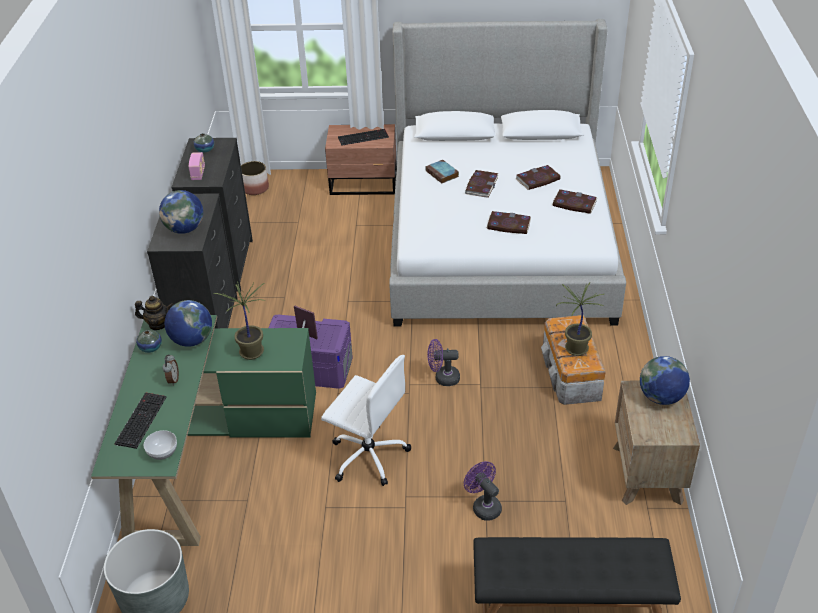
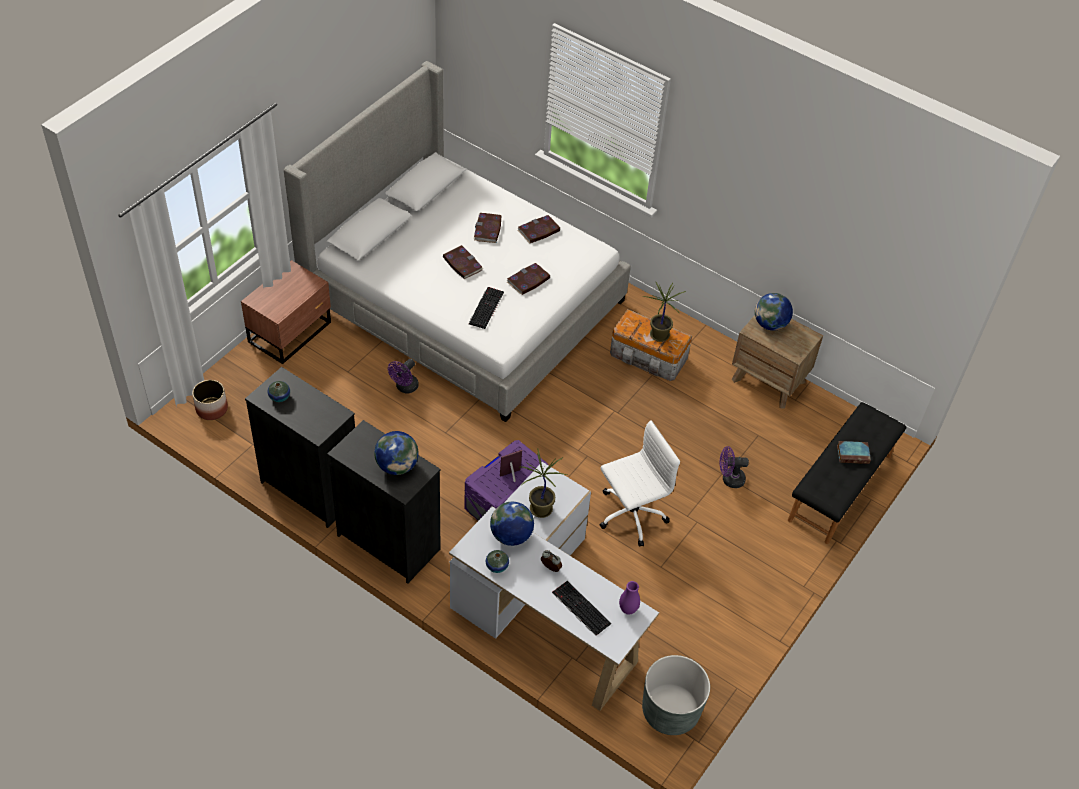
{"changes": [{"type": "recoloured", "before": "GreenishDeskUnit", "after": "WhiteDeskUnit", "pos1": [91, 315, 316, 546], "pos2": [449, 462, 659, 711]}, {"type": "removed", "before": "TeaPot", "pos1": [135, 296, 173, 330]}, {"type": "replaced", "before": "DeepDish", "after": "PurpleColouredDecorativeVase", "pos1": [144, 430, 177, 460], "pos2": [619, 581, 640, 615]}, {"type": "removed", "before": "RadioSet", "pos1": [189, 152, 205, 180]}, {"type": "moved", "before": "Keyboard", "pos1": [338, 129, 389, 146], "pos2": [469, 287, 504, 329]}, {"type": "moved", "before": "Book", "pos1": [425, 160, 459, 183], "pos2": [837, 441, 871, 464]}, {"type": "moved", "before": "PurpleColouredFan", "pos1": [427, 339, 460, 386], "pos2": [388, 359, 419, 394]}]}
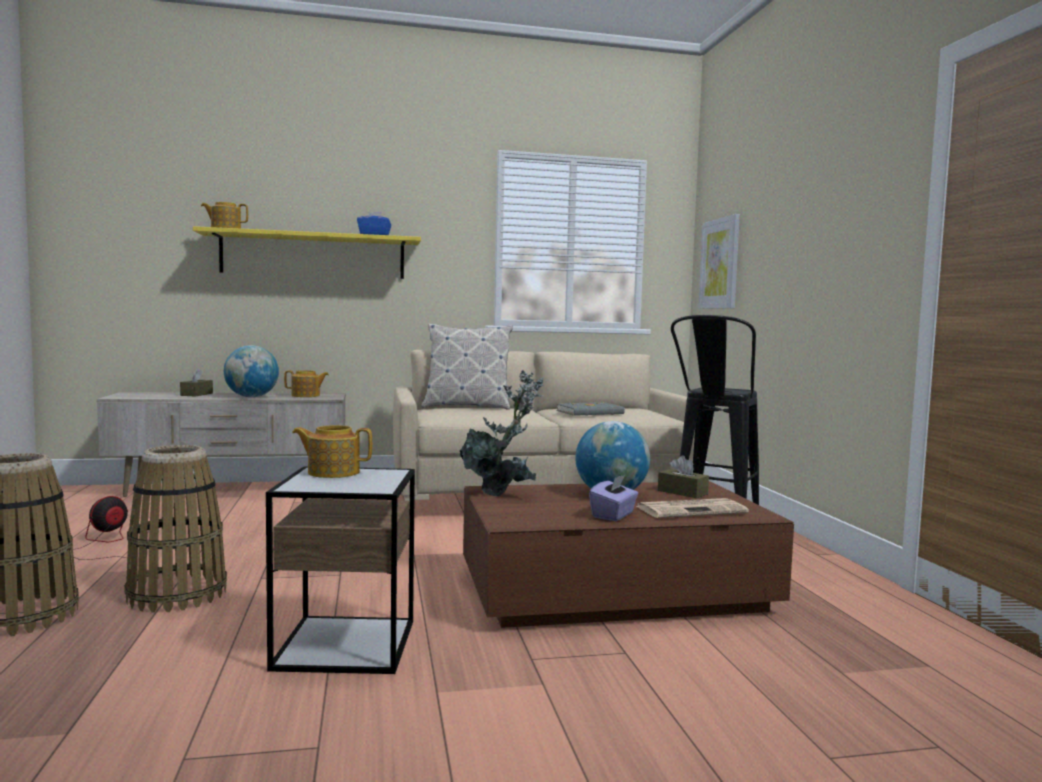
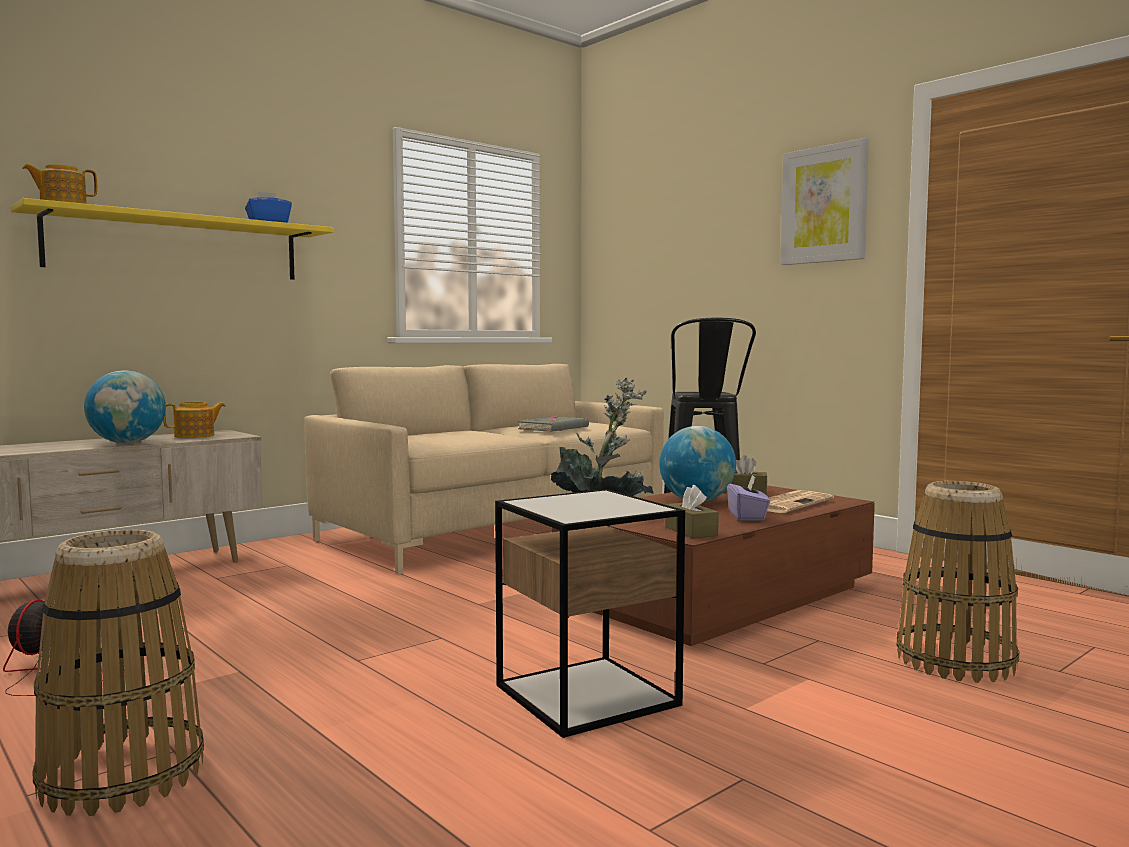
{"changes": [{"type": "moved", "before": "StorageBasket", "pos1": [125, 445, 227, 612], "pos2": [897, 481, 1019, 683]}, {"type": "moved", "before": "BrownColouredTissueHolder", "pos1": [180, 368, 213, 396], "pos2": [665, 485, 719, 538]}, {"type": "removed", "before": "TeaPot", "pos1": [292, 425, 372, 478]}, {"type": "removed", "before": "ThrowPillow", "pos1": [421, 324, 513, 410]}, {"type": "moved", "before": "WallArt", "pos1": [698, 214, 740, 309], "pos2": [781, 138, 869, 265]}]}
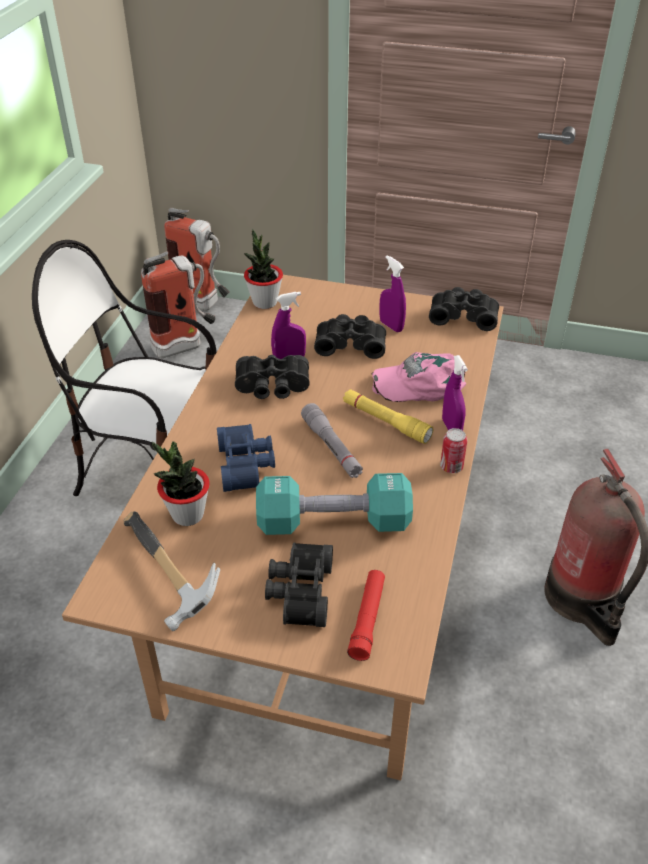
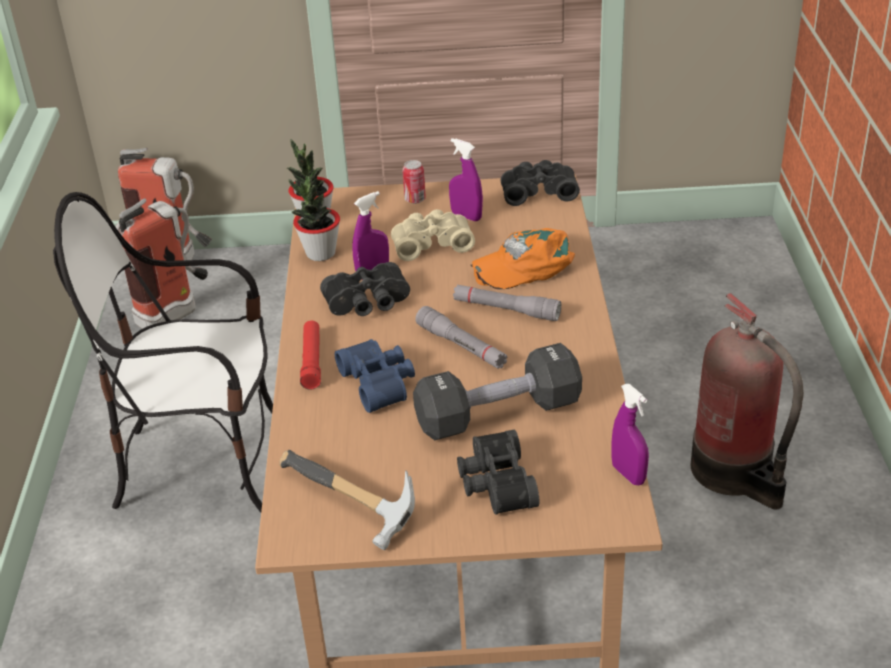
{"changes": [{"type": "moved", "before": "Houseplant", "pos1": [152, 441, 210, 526], "pos2": [289, 175, 340, 261]}, {"type": "recoloured", "before": "TurquoiseDumbbell", "after": "BlackColouredDumbbell", "pos1": [256, 473, 413, 535], "pos2": [413, 343, 582, 440]}, {"type": "recoloured", "before": "BlackColouredFieldGlasses", "after": "BeigeColouredFieldGlasses", "pos1": [314, 314, 386, 359], "pos2": [391, 209, 475, 261]}, {"type": "recoloured", "before": "YellowishTorch", "after": "GreyishTorch", "pos1": [343, 389, 433, 444], "pos2": [453, 285, 561, 321]}, {"type": "moved", "before": "RedColouredTorch", "pos1": [347, 570, 385, 661], "pos2": [300, 321, 321, 389]}, {"type": "recoloured", "before": "PinkishPeakedCap", "after": "OrangePeakedCap", "pos1": [372, 352, 466, 402], "pos2": [471, 228, 575, 289]}, {"type": "moved", "before": "SealedCan", "pos1": [440, 428, 467, 473], "pos2": [402, 160, 426, 204]}, {"type": "moved", "before": "PurpleColouredHandSprayer", "pos1": [442, 355, 468, 430], "pos2": [611, 384, 649, 485]}]}
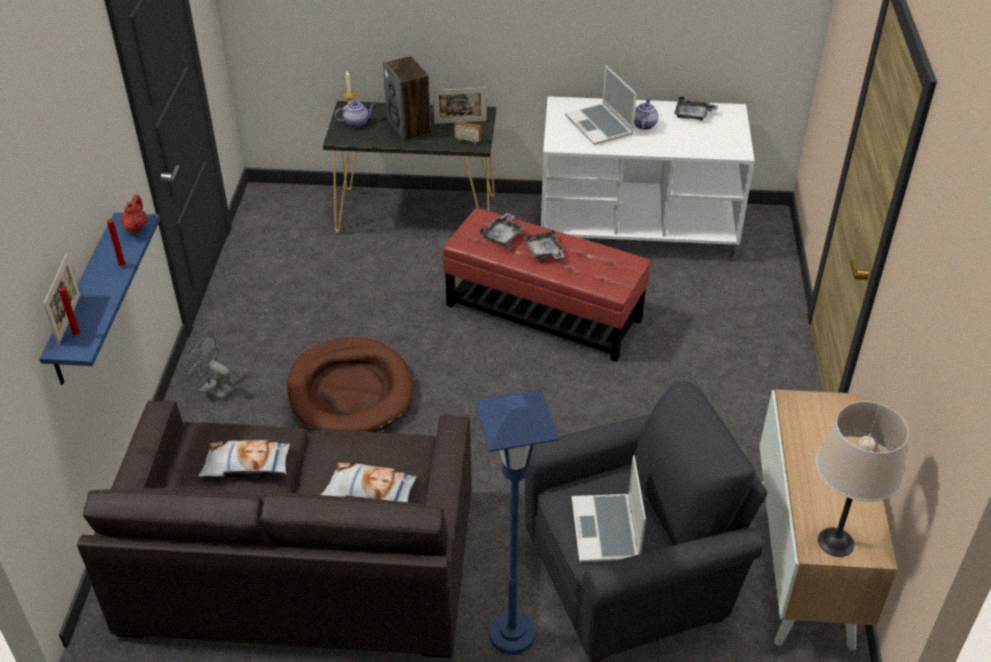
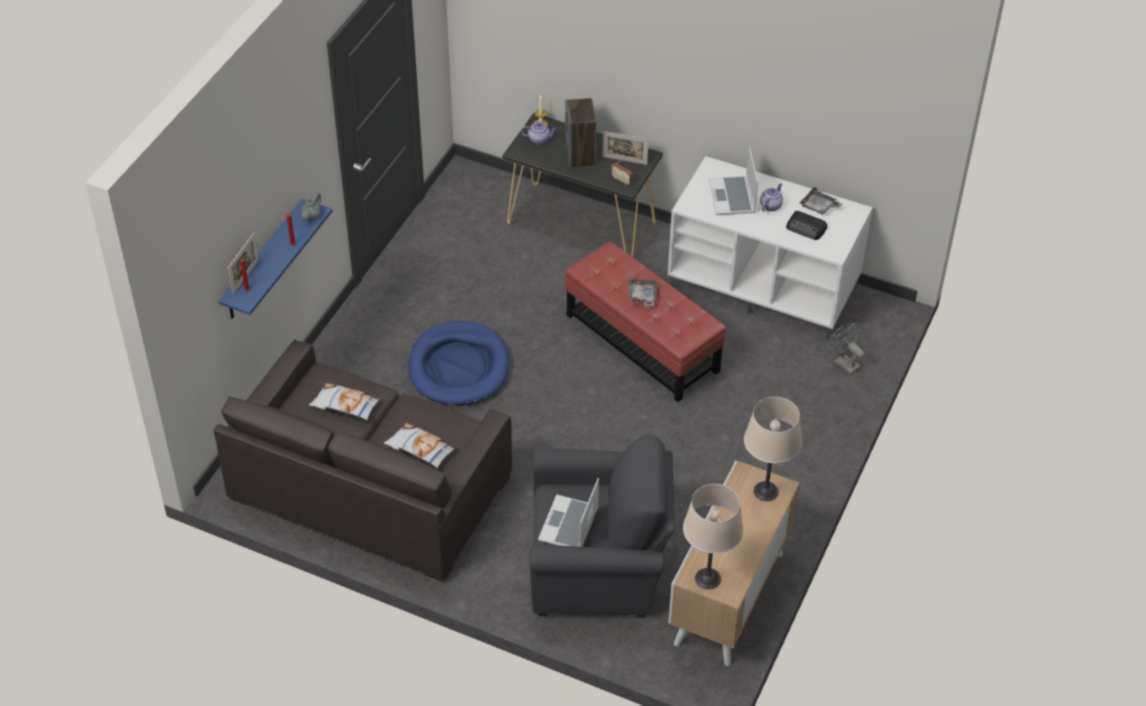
{"changes": [{"type": "recoloured", "before": "RedColouredTeaPot", "after": "GreyishTeaPot", "pos1": [120, 194, 147, 234], "pos2": [302, 192, 321, 221]}, {"type": "moved", "before": "GreyishFan", "pos1": [182, 336, 233, 400], "pos2": [829, 323, 864, 374]}, {"type": "recoloured", "before": "BrownColouredDogCushion", "after": "BluishDogCushion", "pos1": [287, 337, 414, 432], "pos2": [408, 321, 510, 406]}, {"type": "removed", "before": "BluishStandingLamp", "pos1": [474, 389, 559, 655]}, {"type": "removed", "before": "GreyishCarryingTray", "pos1": [480, 213, 525, 246]}, {"type": "added", "after": "BeigeColouredTabletopLamp", "pos2": [744, 397, 802, 501]}, {"type": "added", "after": "RadioSet", "pos2": [786, 211, 827, 240]}]}
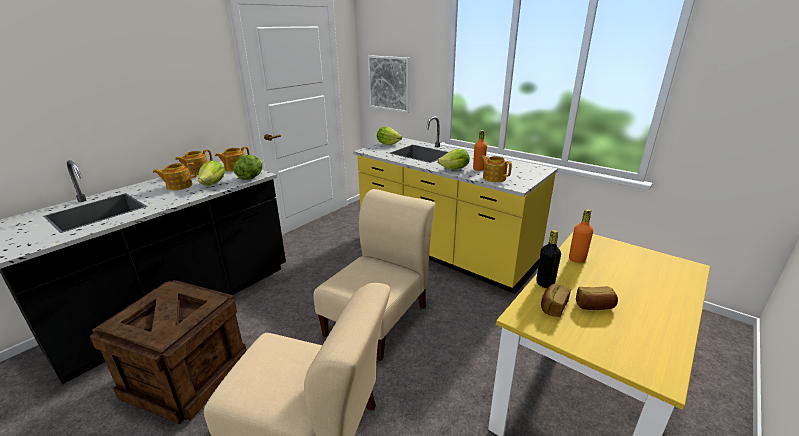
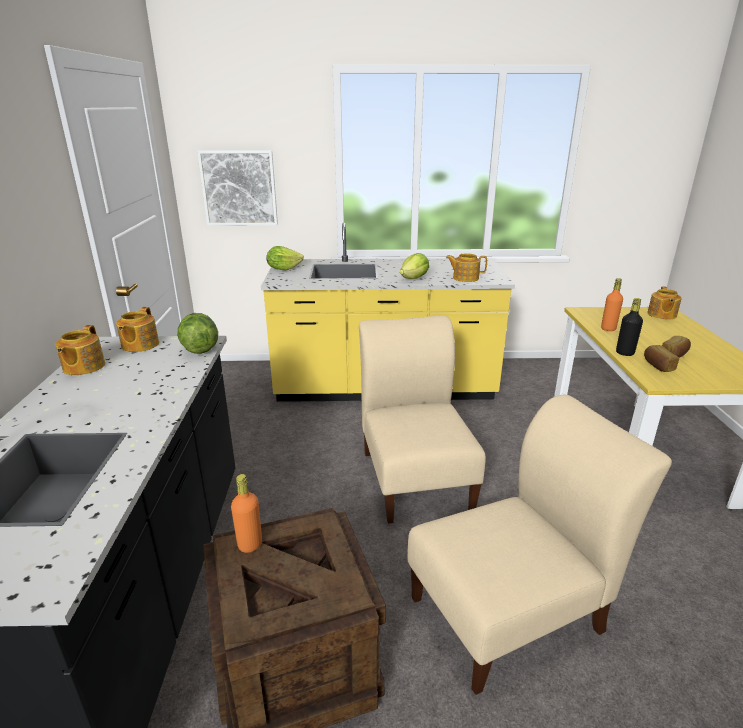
{"changes": [{"type": "moved", "before": "TeaPot", "pos1": [153, 163, 197, 190], "pos2": [647, 286, 682, 320]}, {"type": "removed", "before": "HeadOfLettuce", "pos1": [198, 160, 225, 185]}, {"type": "moved", "before": "OrangeBottle", "pos1": [473, 130, 487, 171], "pos2": [231, 474, 262, 553]}]}
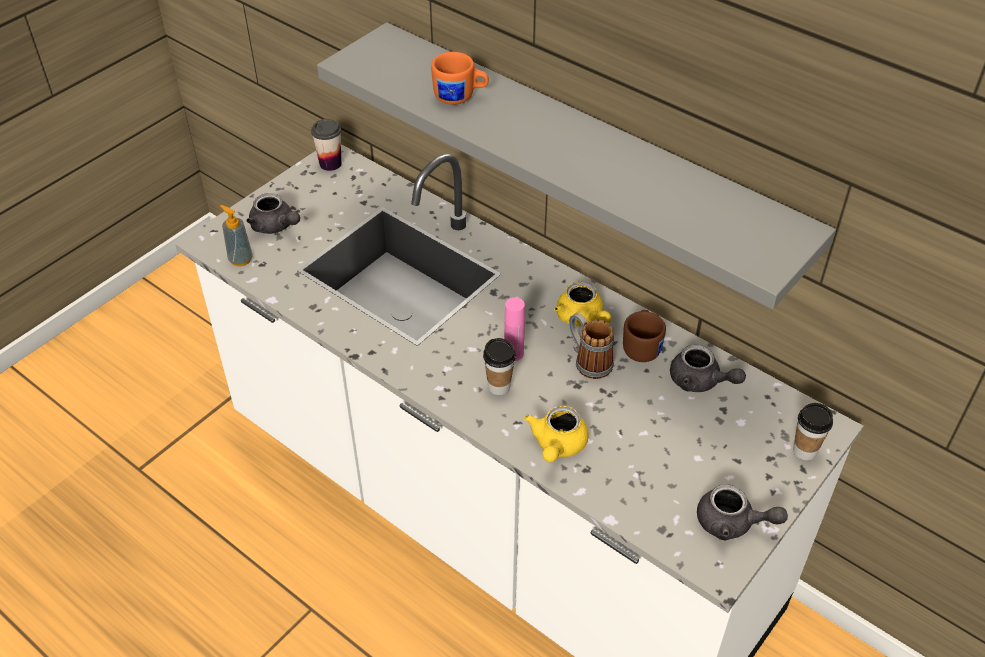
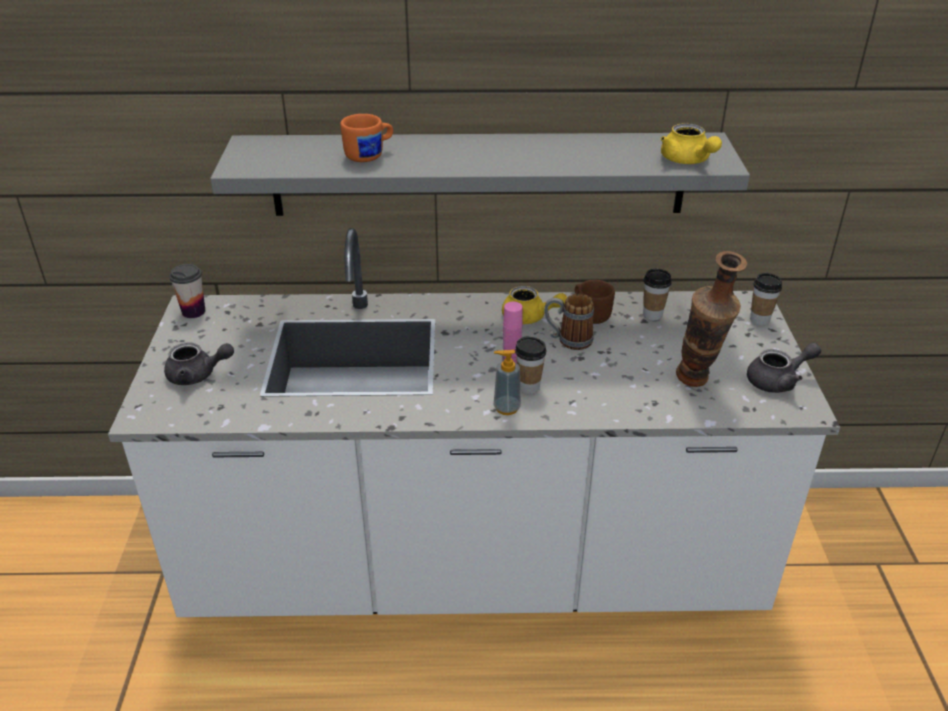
{"changes": [{"type": "moved", "before": "LiquidSoapBottle", "pos1": [220, 205, 253, 266], "pos2": [494, 350, 521, 415]}, {"type": "moved", "before": "YellowishTeaPot", "pos1": [524, 406, 589, 462], "pos2": [660, 123, 722, 164]}, {"type": "replaced", "before": "GreyishTeaPot", "after": "DrinkingCup", "pos1": [670, 345, 746, 392], "pos2": [643, 269, 672, 321]}, {"type": "added", "after": "DecorativeVase", "pos2": [676, 251, 747, 387]}]}
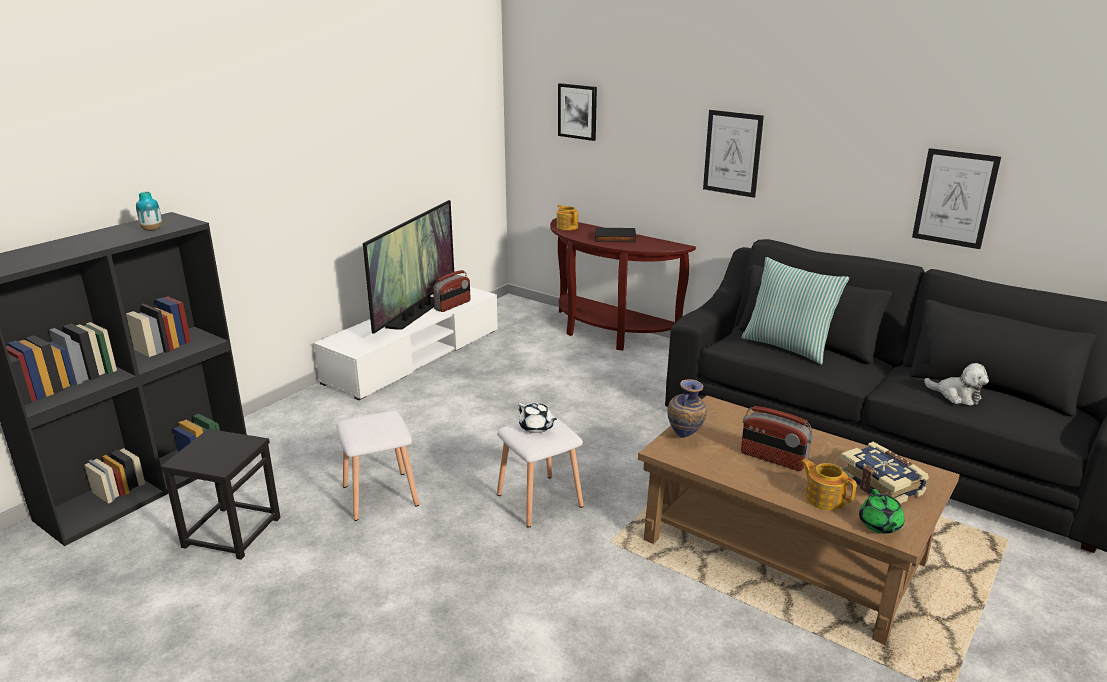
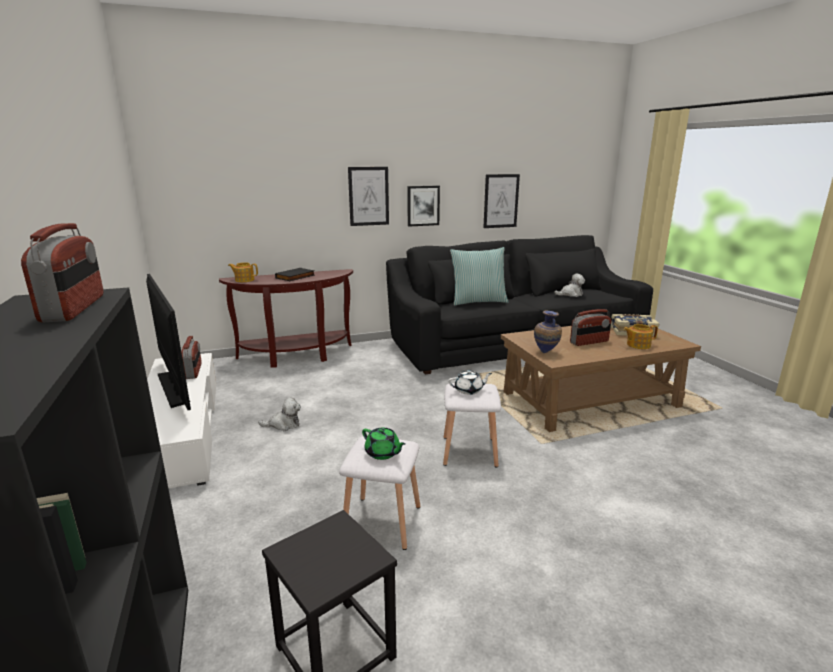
{"changes": [{"type": "replaced", "before": "DecorativeVase", "after": "RadioSet", "pos1": [136, 192, 162, 231], "pos2": [21, 223, 103, 322]}, {"type": "moved", "before": "WallArt", "pos1": [558, 83, 597, 141], "pos2": [407, 186, 440, 227]}, {"type": "moved", "before": "GreenishTeaPot", "pos1": [859, 489, 904, 534], "pos2": [362, 428, 406, 460]}, {"type": "added", "after": "PlushToy", "pos2": [258, 398, 301, 431]}]}
